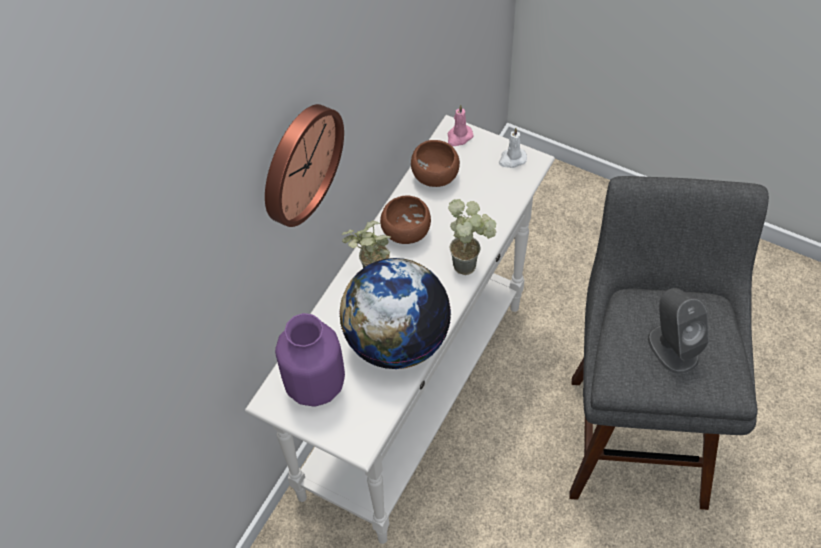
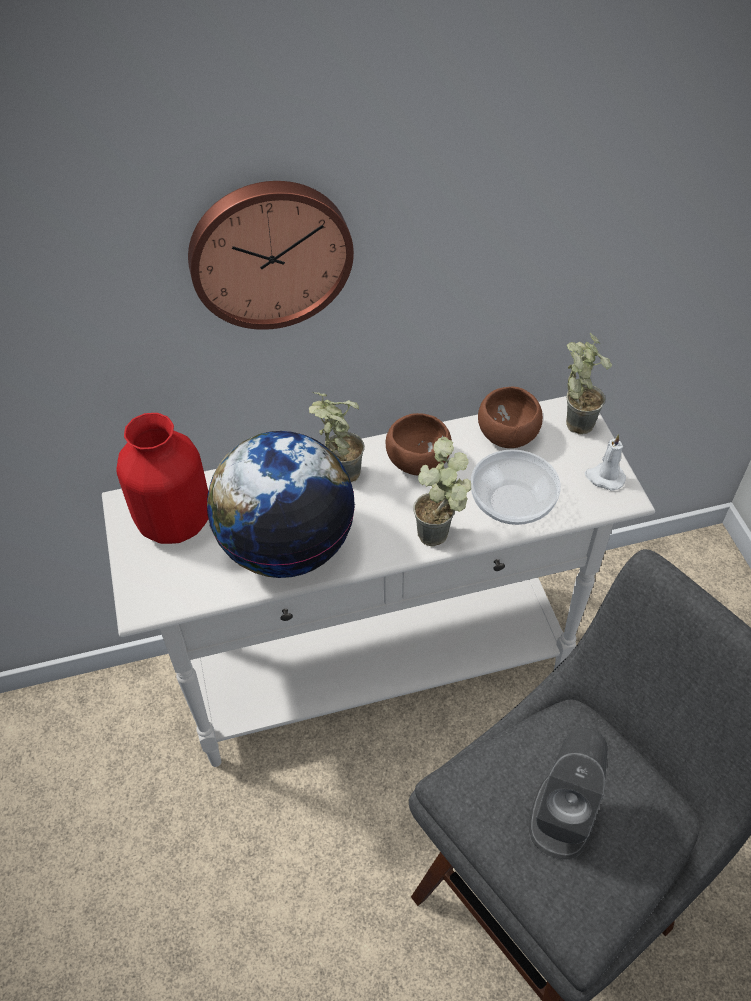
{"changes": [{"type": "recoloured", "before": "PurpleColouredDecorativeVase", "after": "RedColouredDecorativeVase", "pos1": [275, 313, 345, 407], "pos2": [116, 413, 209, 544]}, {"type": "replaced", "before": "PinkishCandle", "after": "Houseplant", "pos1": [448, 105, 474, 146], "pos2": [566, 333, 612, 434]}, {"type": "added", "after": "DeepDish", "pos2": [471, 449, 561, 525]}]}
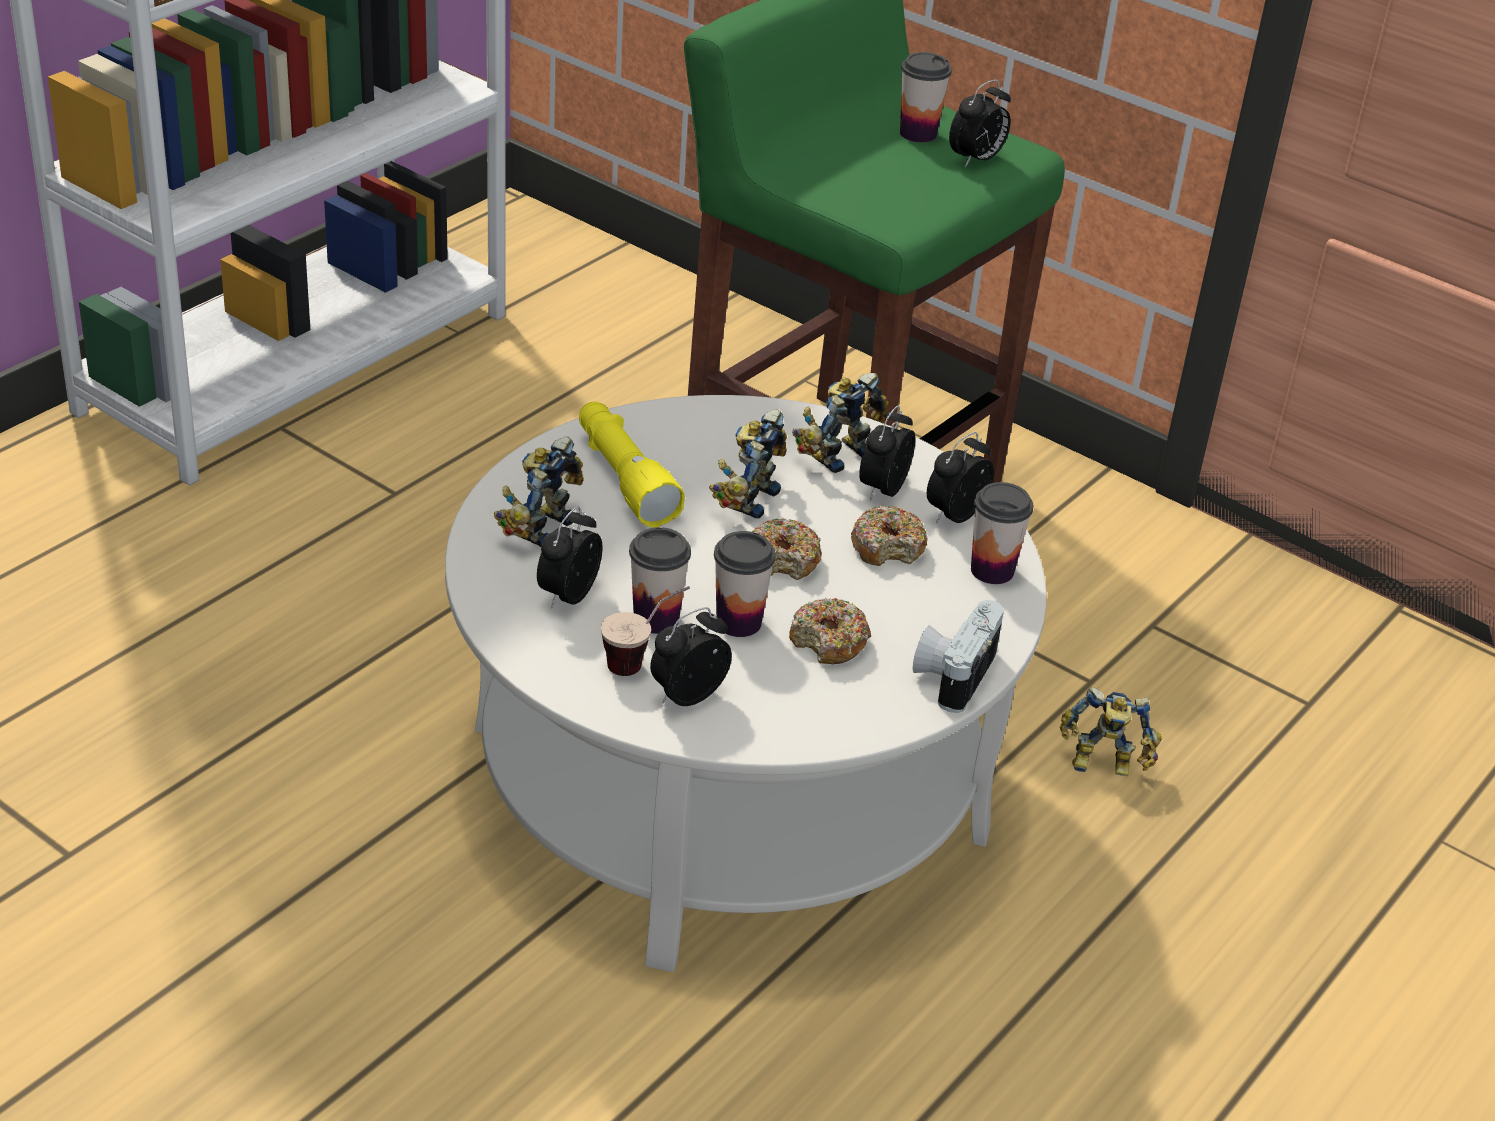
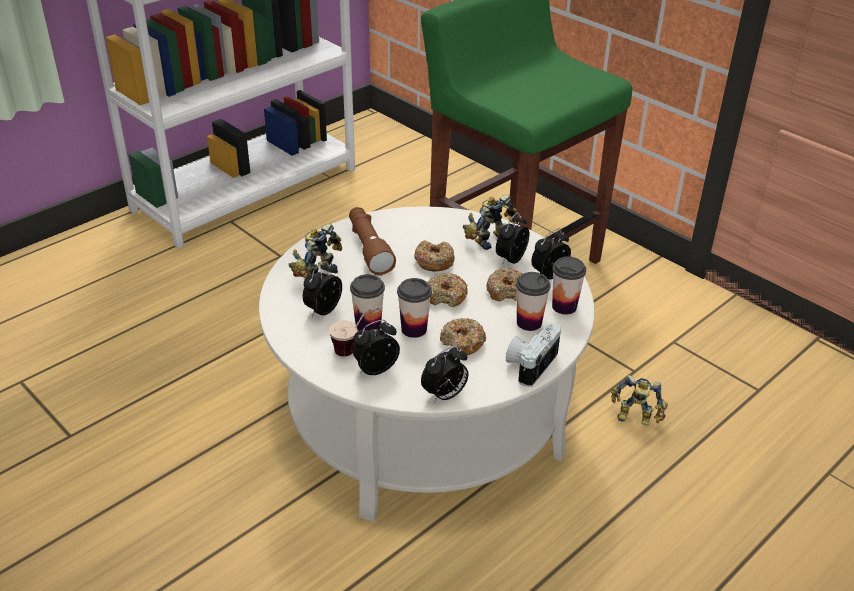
{"changes": [{"type": "recoloured", "before": "YellowishTorch", "after": "BrownColouredTorch", "pos1": [579, 402, 685, 528], "pos2": [349, 207, 396, 276]}, {"type": "replaced", "before": "ToyRobot", "after": "Donut", "pos1": [709, 409, 787, 519], "pos2": [414, 240, 455, 271]}, {"type": "moved", "before": "DrinkingCup", "pos1": [900, 52, 952, 143], "pos2": [516, 272, 550, 331]}, {"type": "moved", "before": "BedsideClock", "pos1": [949, 79, 1011, 167], "pos2": [421, 346, 468, 403]}]}
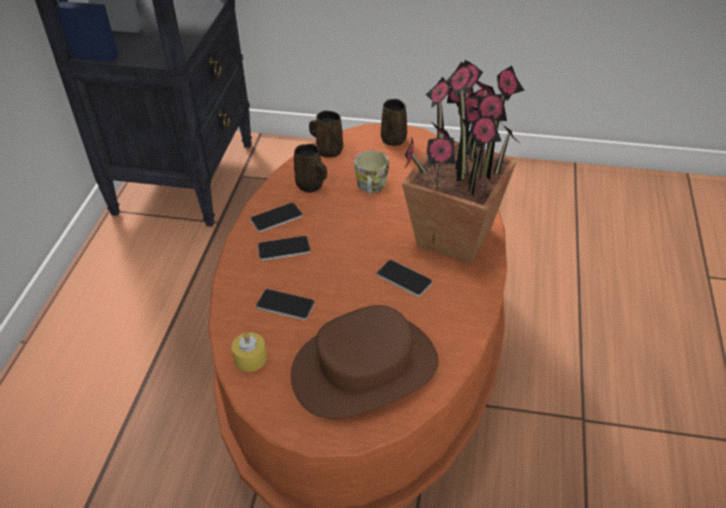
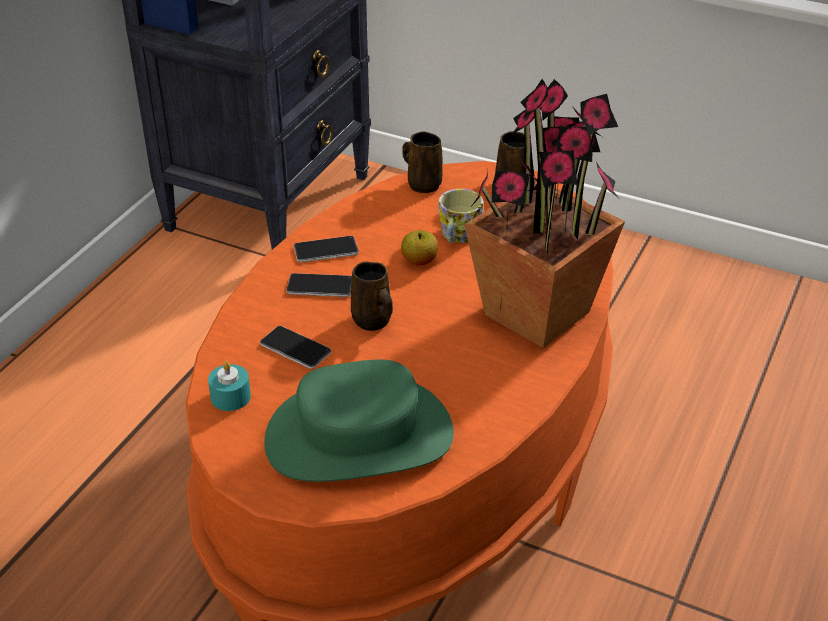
{"changes": [{"type": "recoloured", "before": "YellowishCandle", "after": "TurquoiseCandle", "pos1": [232, 332, 267, 372], "pos2": [208, 361, 251, 411]}, {"type": "recoloured", "before": "BrownColouredWearableHat", "after": "GreenishWearableHat", "pos1": [291, 305, 439, 419], "pos2": [264, 359, 454, 482]}, {"type": "moved", "before": "BrownColouredCoffeeMug", "pos1": [294, 144, 327, 193], "pos2": [351, 262, 393, 331]}, {"type": "removed", "before": "Telephone", "pos1": [376, 260, 432, 296]}, {"type": "added", "after": "Apple", "pos2": [401, 230, 438, 266]}]}
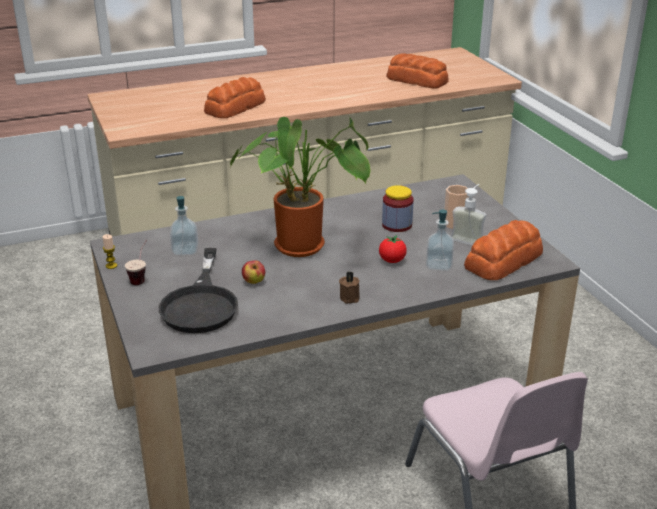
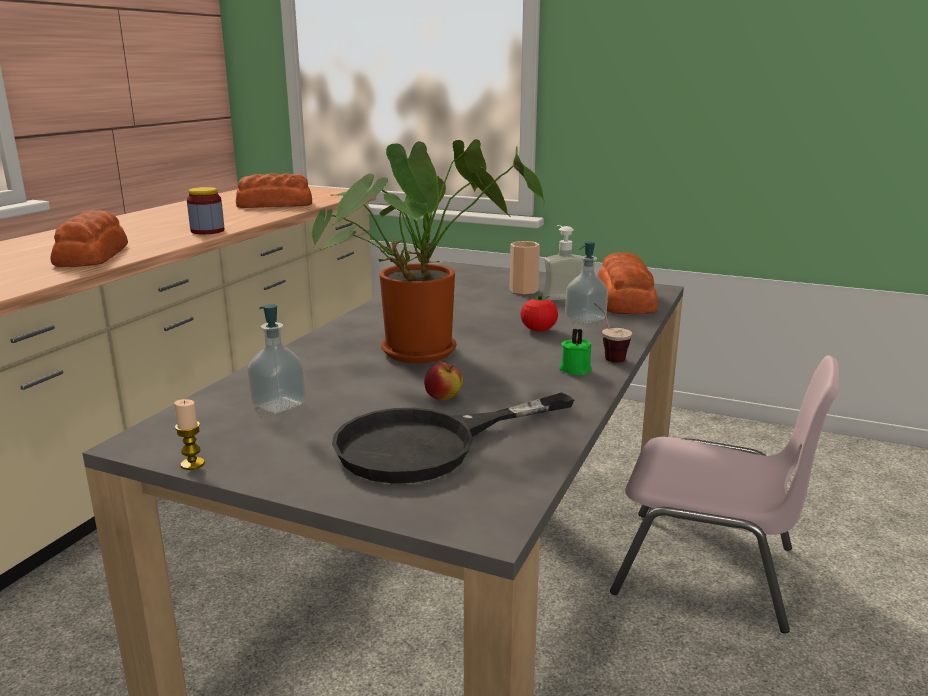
{"changes": [{"type": "moved", "before": "DrinkingCup", "pos1": [125, 239, 147, 285], "pos2": [594, 303, 632, 363]}, {"type": "turned", "before": "BlackColouredFryingPan", "pos1": [159, 248, 238, 333], "pos2": [332, 392, 574, 483], "turn": 105}, {"type": "recoloured", "before": "BrownColouredCandle", "after": "GreenishCandle", "pos1": [339, 271, 360, 304], "pos2": [559, 329, 592, 375]}, {"type": "moved", "before": "PreserveJar", "pos1": [382, 185, 414, 232], "pos2": [187, 187, 225, 234]}]}
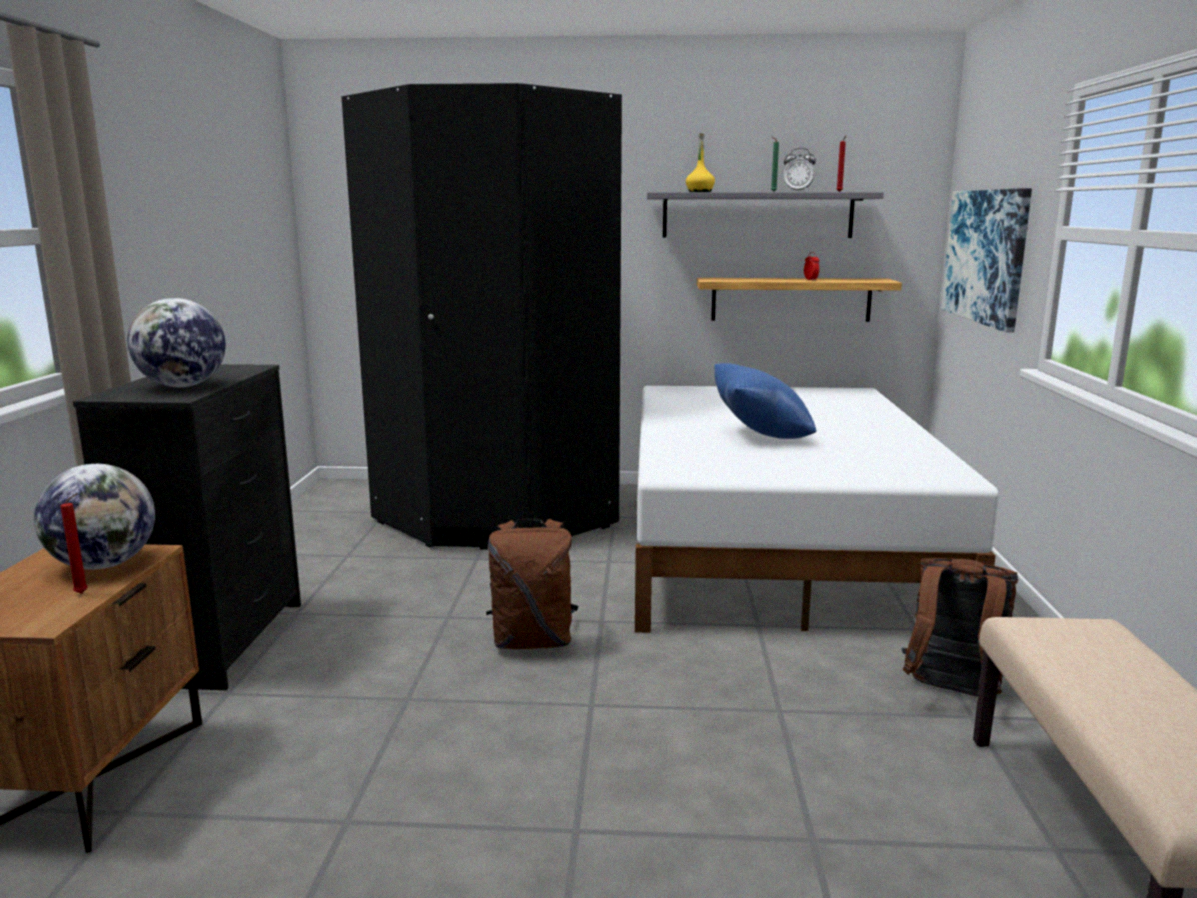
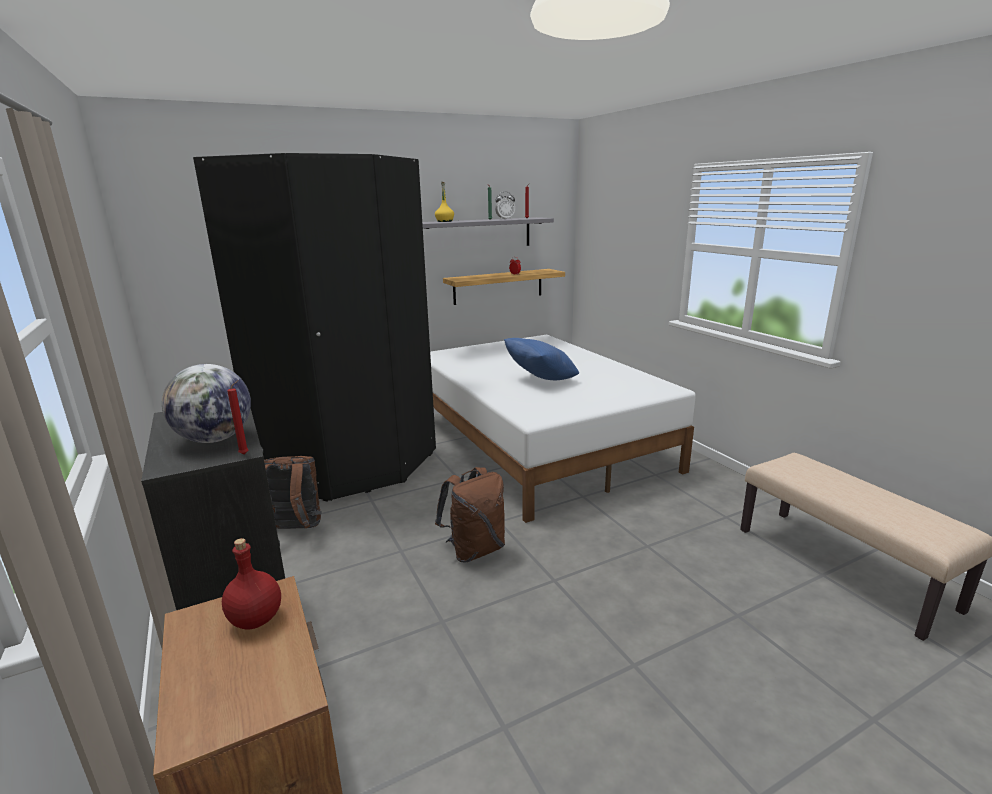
{"changes": [{"type": "replaced", "before": "Globe", "after": "RedColouredBottle", "pos1": [34, 464, 155, 570], "pos2": [222, 538, 281, 630]}, {"type": "moved", "before": "RedColouredCandle", "pos1": [61, 493, 88, 594], "pos2": [227, 380, 248, 454]}, {"type": "moved", "before": "BrownColouredKnapsack", "pos1": [901, 558, 1018, 696], "pos2": [264, 456, 321, 529]}, {"type": "removed", "before": "WallArt", "pos1": [941, 188, 1032, 332]}]}
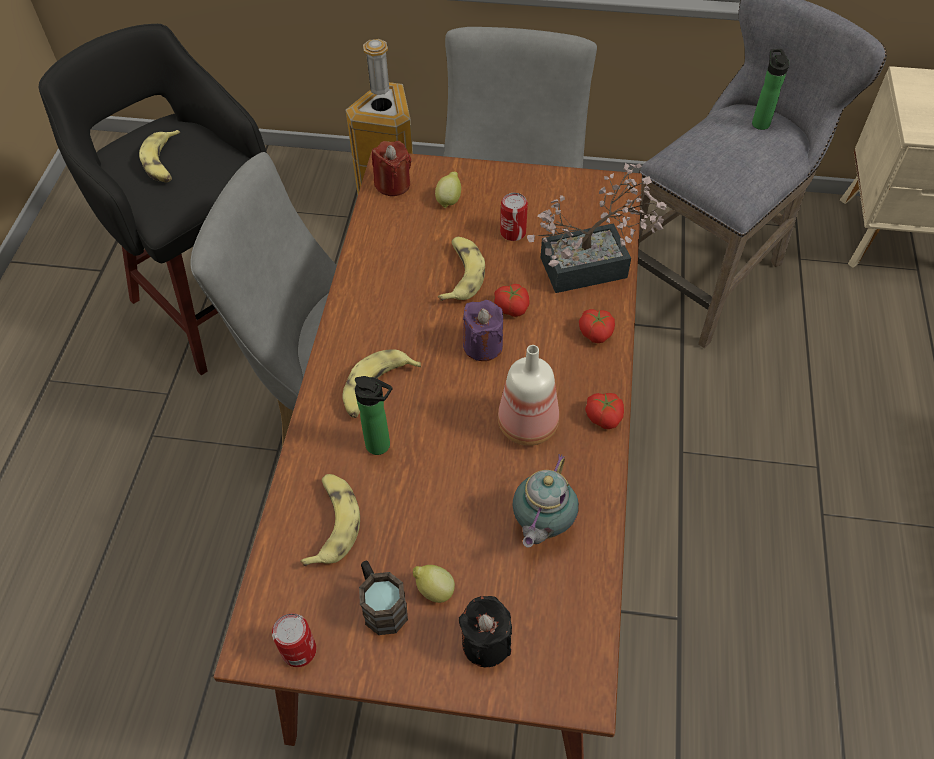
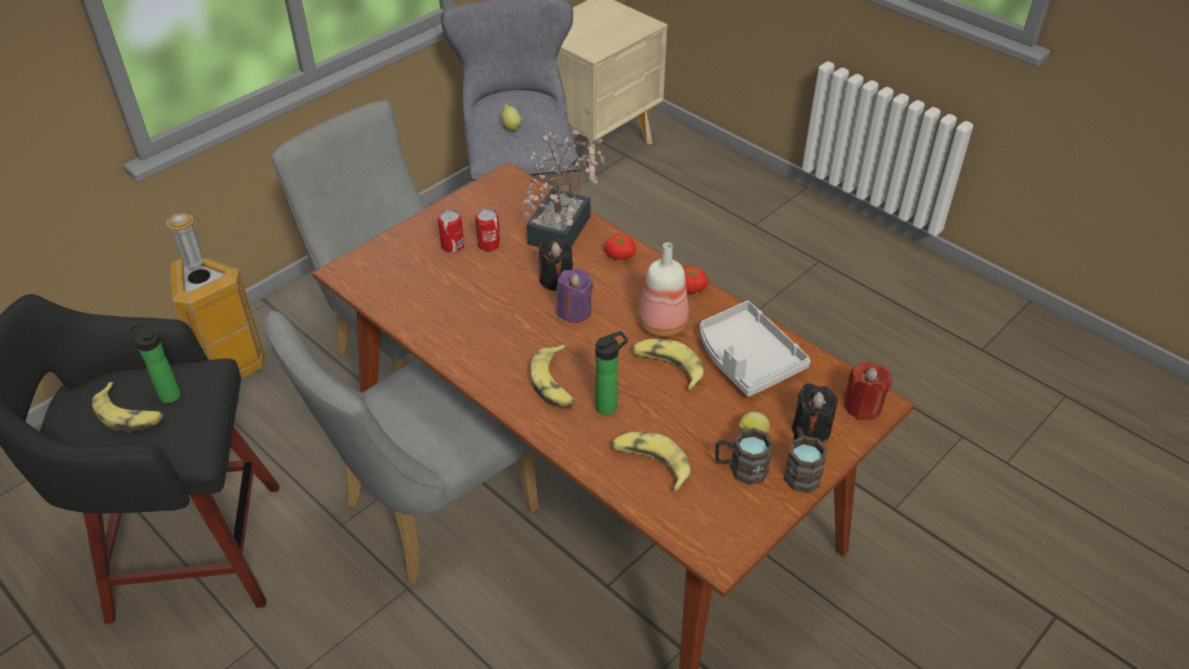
{"changes": [{"type": "moved", "before": "SealedCan", "pos1": [272, 613, 316, 667], "pos2": [438, 209, 464, 253]}, {"type": "moved", "before": "RedColouredCandle", "pos1": [372, 141, 411, 196], "pos2": [844, 361, 892, 420]}, {"type": "moved", "before": "CitrusFruit", "pos1": [435, 172, 461, 208], "pos2": [501, 104, 521, 131]}, {"type": "moved", "before": "WholeBanana", "pos1": [438, 237, 485, 301], "pos2": [632, 339, 704, 391]}, {"type": "replaced", "before": "Tomato", "after": "BlackColouredCandle", "pos1": [494, 284, 529, 317], "pos2": [539, 238, 573, 291]}, {"type": "replaced", "before": "TeaPot", "after": "GreyishCarryingTray", "pos1": [513, 454, 579, 548], "pos2": [700, 301, 811, 397]}, {"type": "moved", "before": "Bottle", "pos1": [752, 49, 789, 130], "pos2": [126, 322, 181, 403]}, {"type": "added", "after": "BrownColouredCoffeeMug", "pos2": [784, 427, 828, 493]}]}
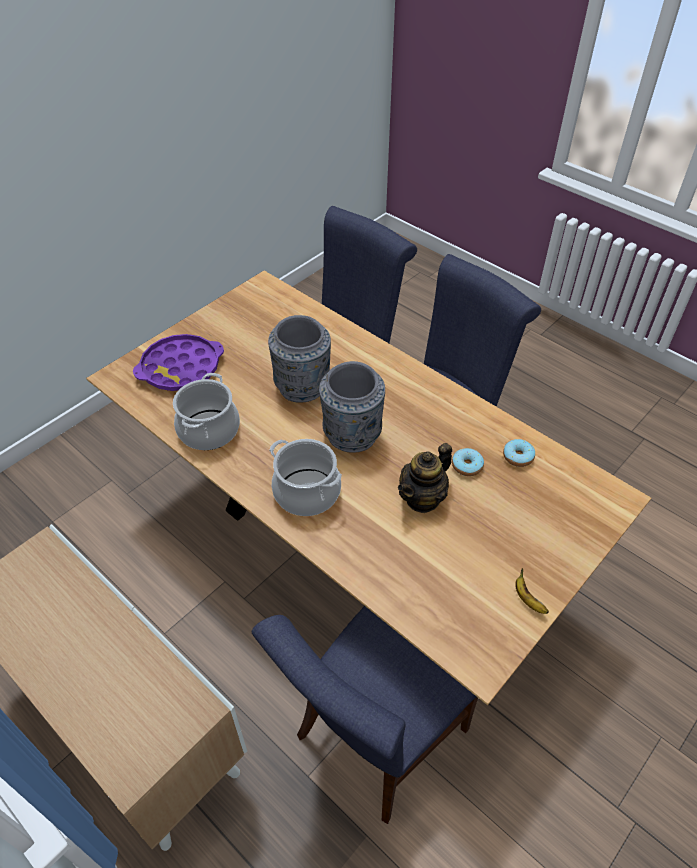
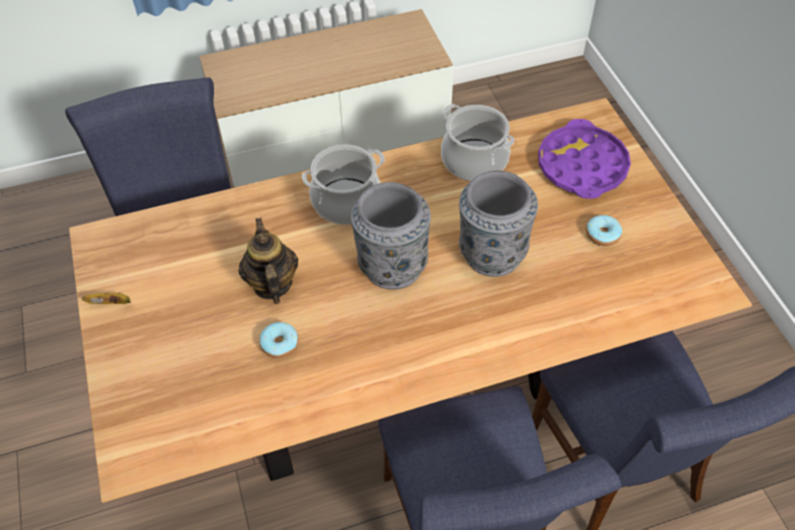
{"changes": [{"type": "moved", "before": "Donut", "pos1": [503, 439, 535, 467], "pos2": [586, 215, 622, 246]}]}
